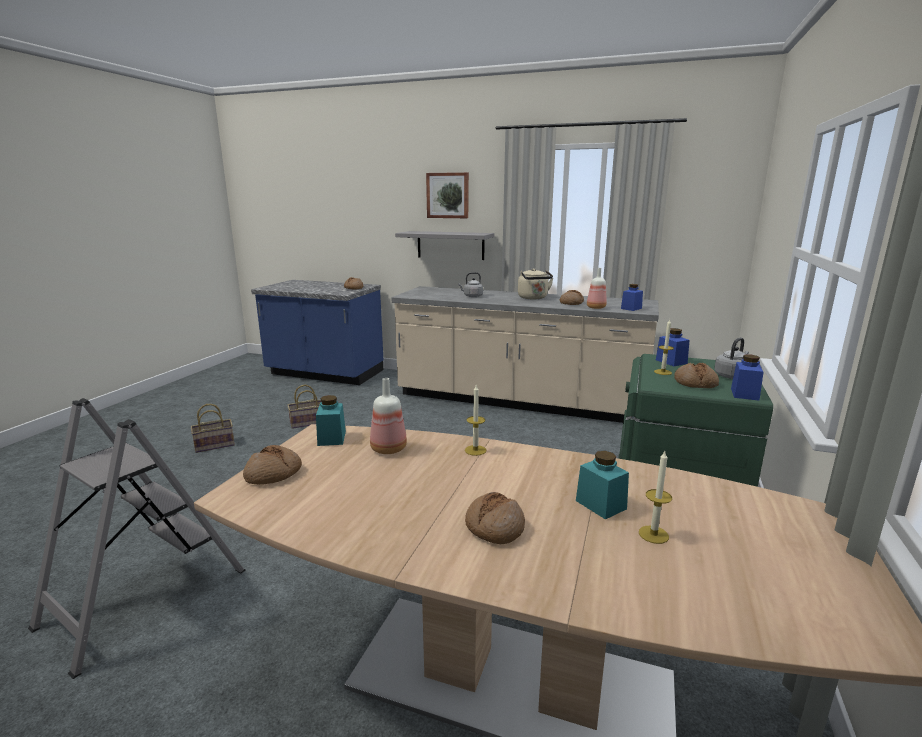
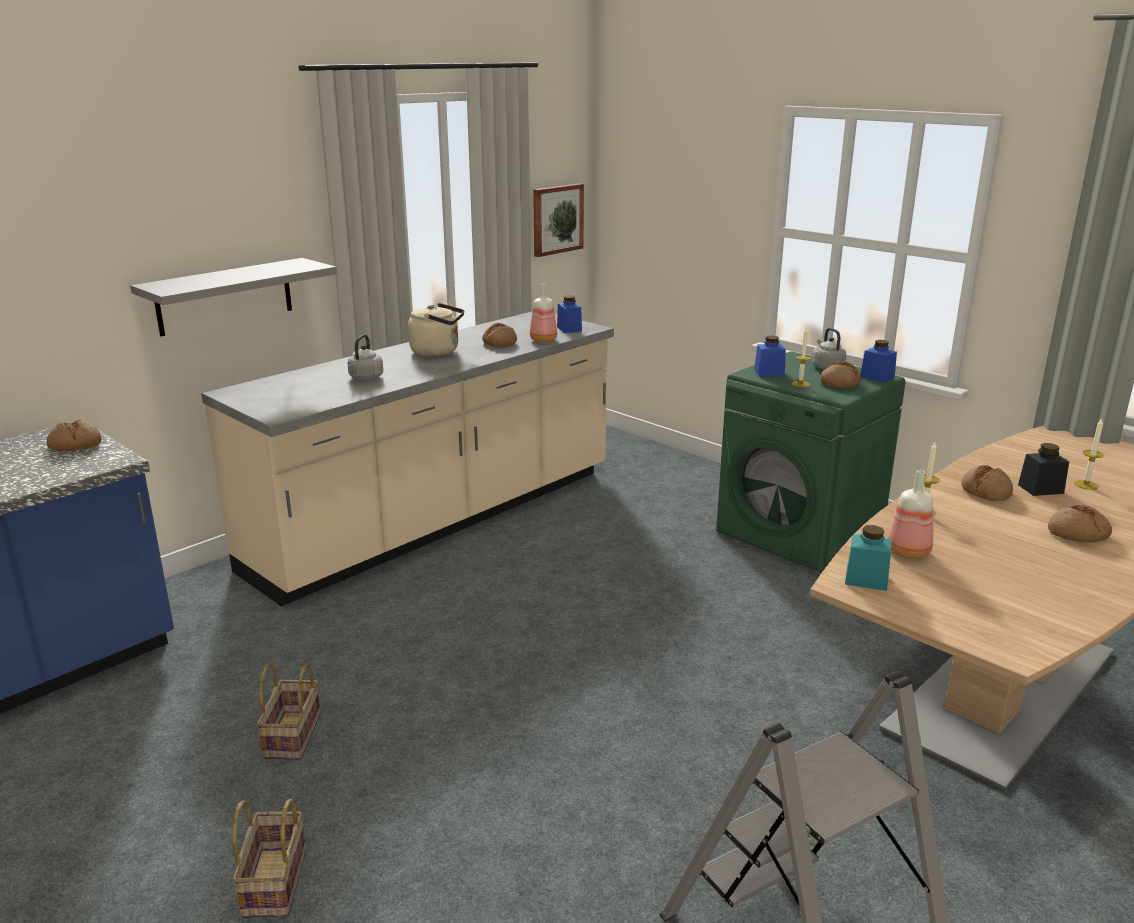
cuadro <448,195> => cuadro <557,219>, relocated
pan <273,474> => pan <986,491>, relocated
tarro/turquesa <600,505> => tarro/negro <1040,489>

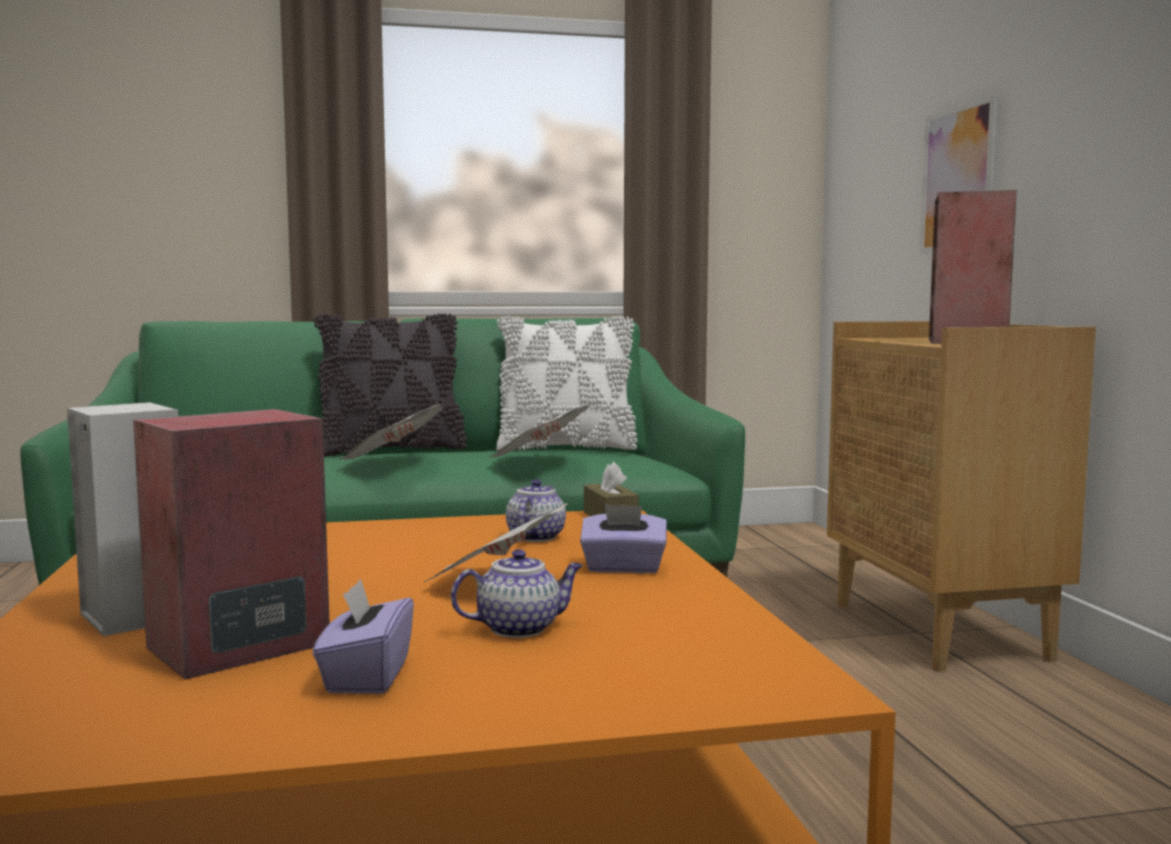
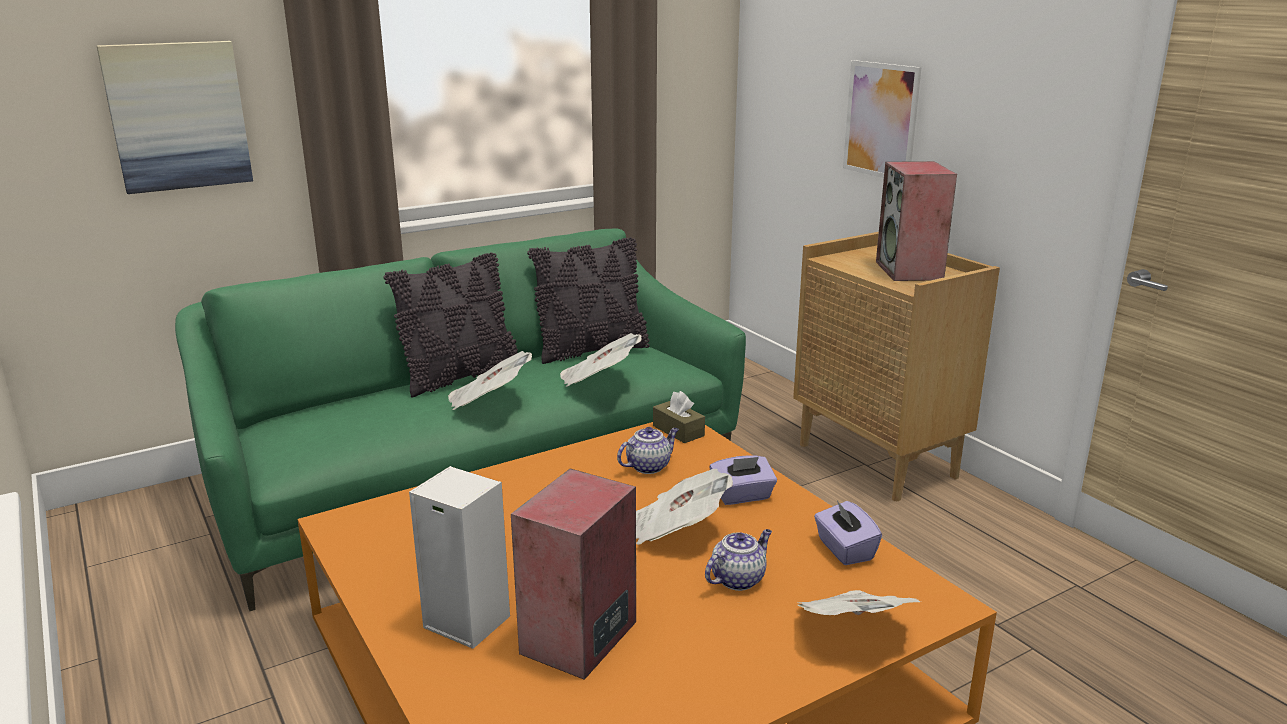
nothing => cuadro <178,116>
cojín/blanco <566,448> => cojín/negro <591,350>
tetera <535,537> => tetera <649,466>, 60 degrees clockwise
nothing => periódico <853,629>
caja de pañuelos/morado <366,676> => caja de pañuelos/morado <844,549>, relocated

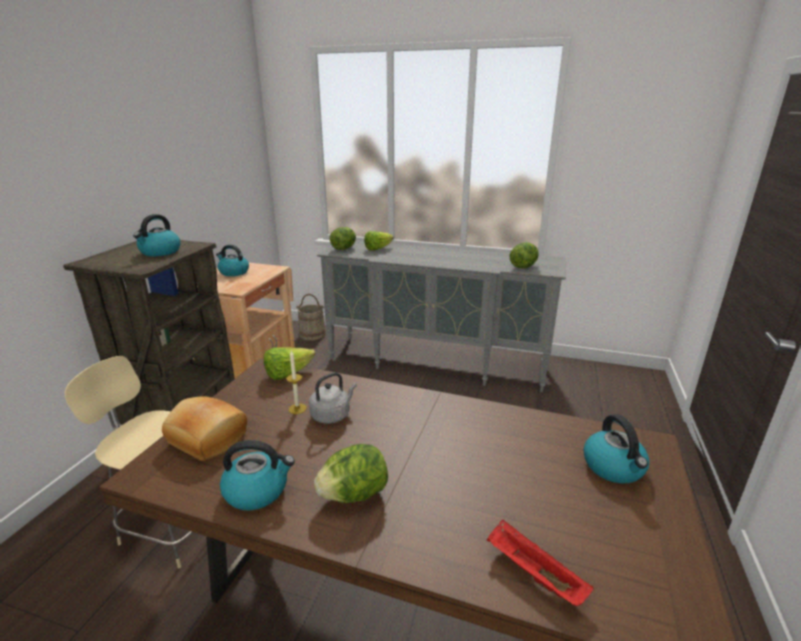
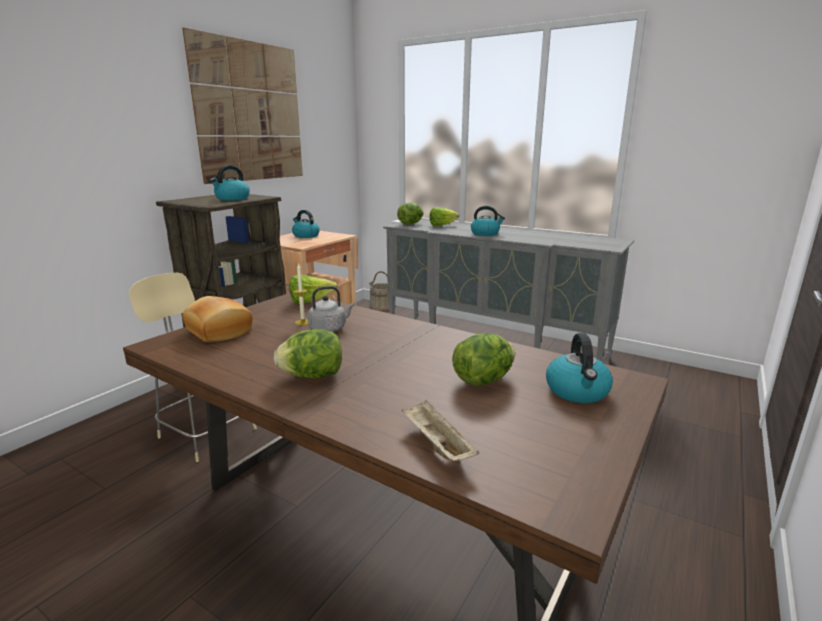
nothing => cuadro <250,112>
bandeja/rojo <532,573> => bandeja/beis <436,444>
lechuga <523,266> => lechuga <483,380>, relocated
hervidor <257,490> => hervidor <485,233>, relocated

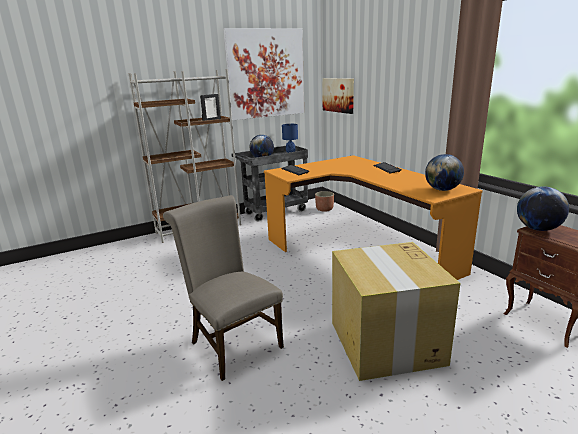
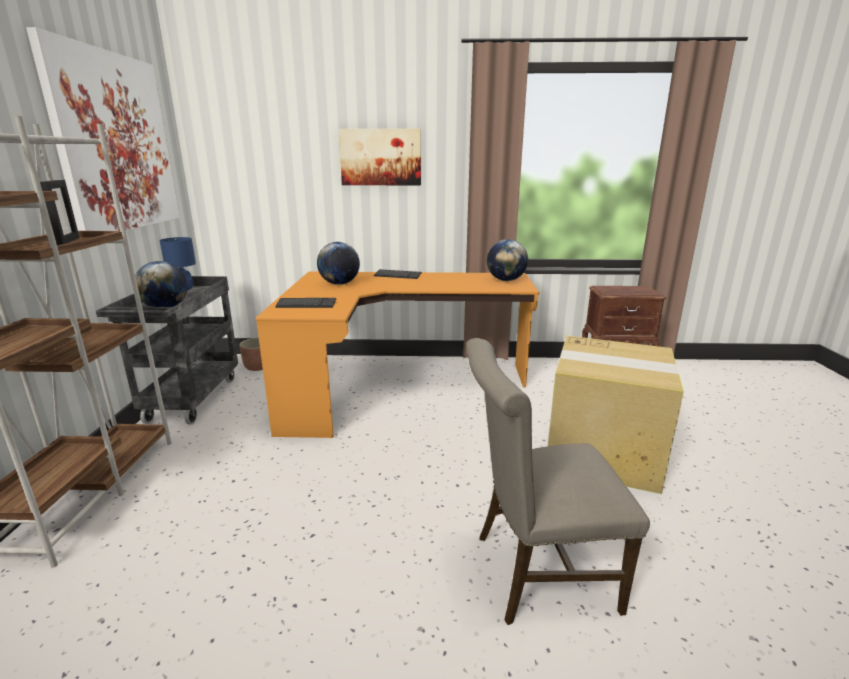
globo terráqueo <538,229> => globo terráqueo <339,284>, relocated
cuadro <338,95> => cuadro <380,157>, relocated

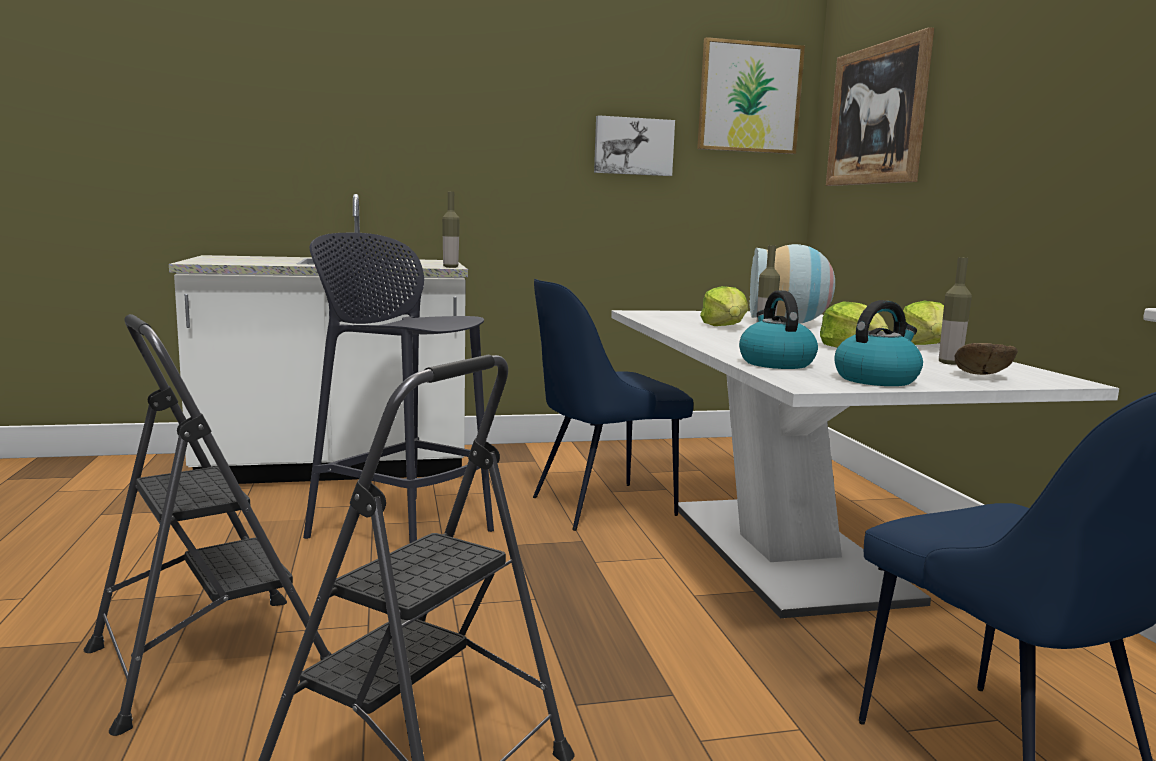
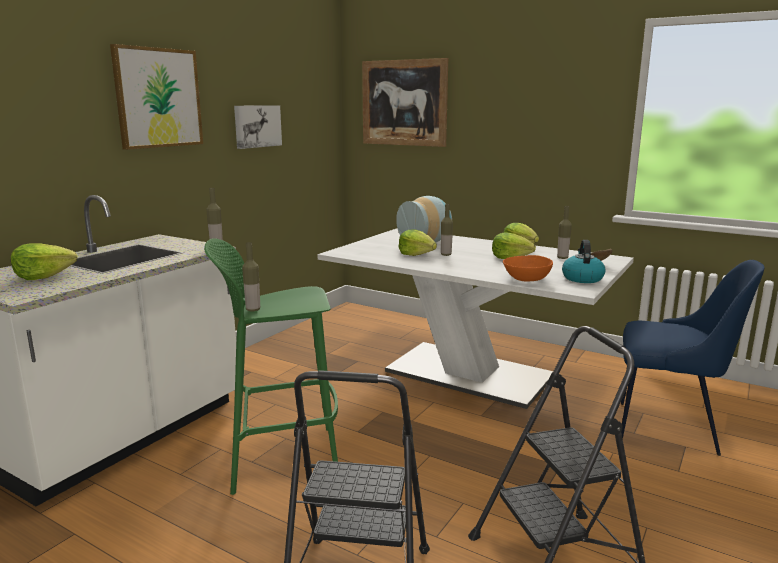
nothing => lechuga <43,276>
cuadro <749,97> => cuadro <158,98>, relocated
taburete/gris <403,530> => taburete/verde <280,455>
nothing => botella <253,309>
hervidor <775,363> => cuenco/naranja <526,279>
silla/azul <602,506> => nothing

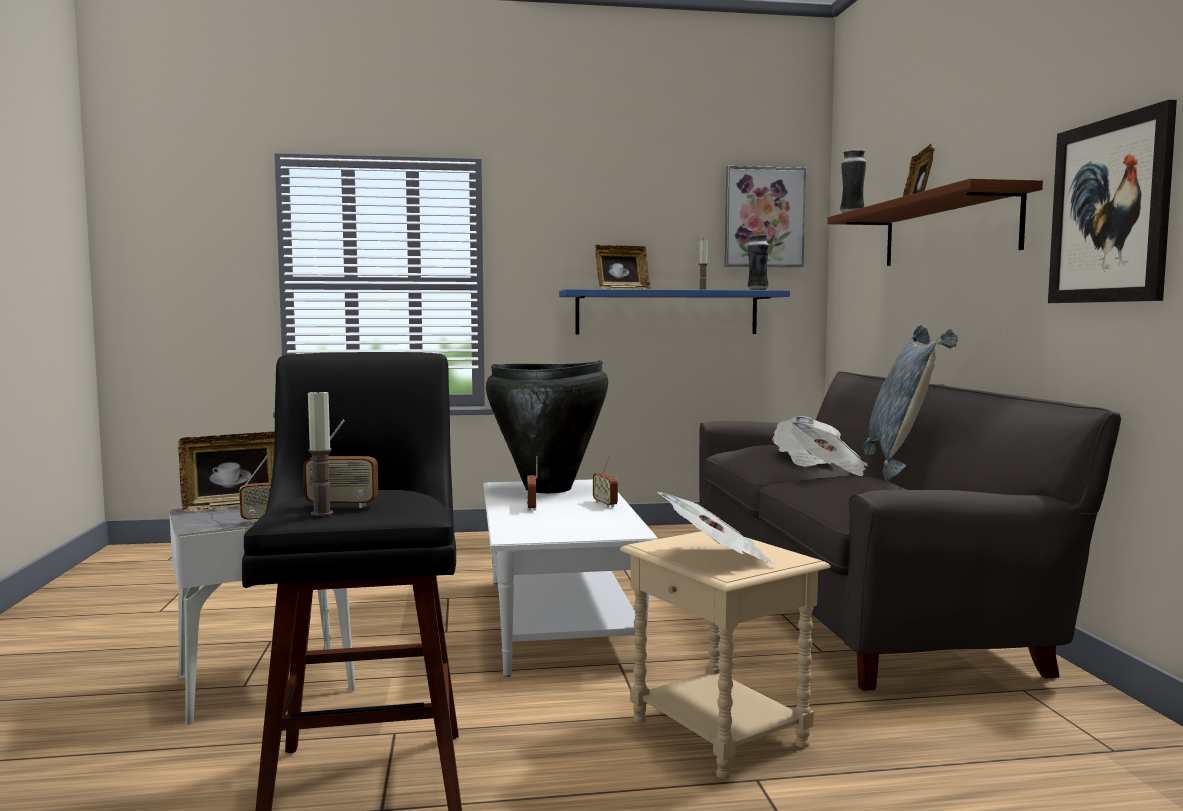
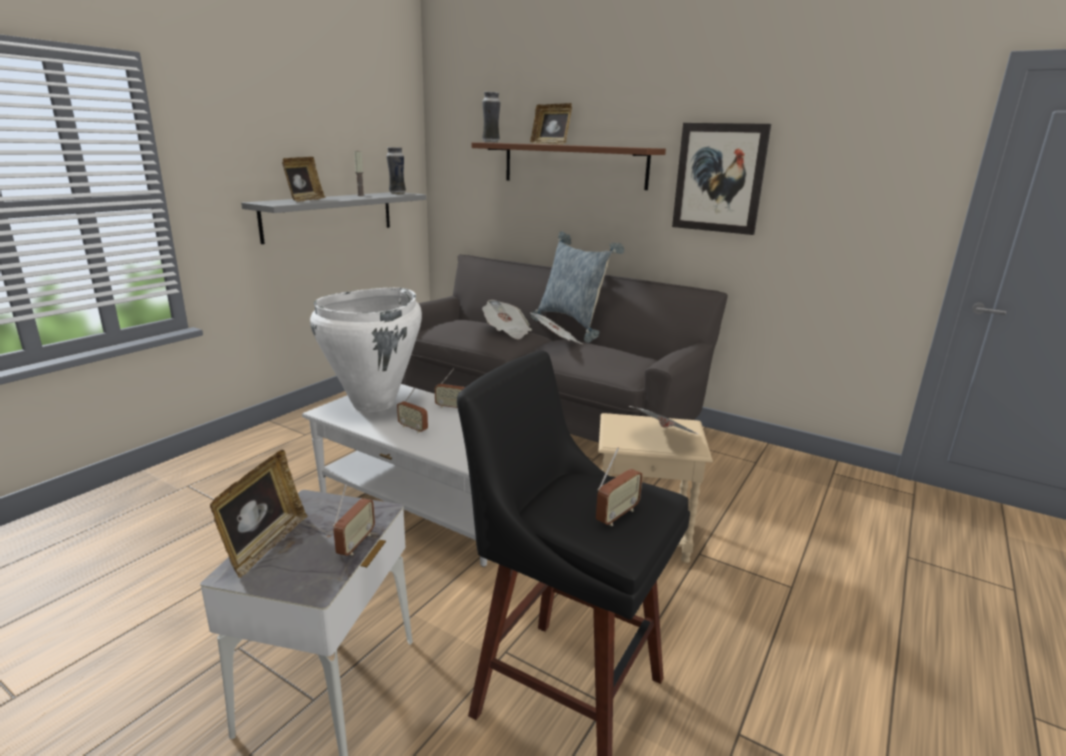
estante/azul <667,312> => estante/gris <329,215>
florero/negro <547,488> => florero/blanco <373,404>
vela <322,513> => nothing
cuadro <764,217> => nothing

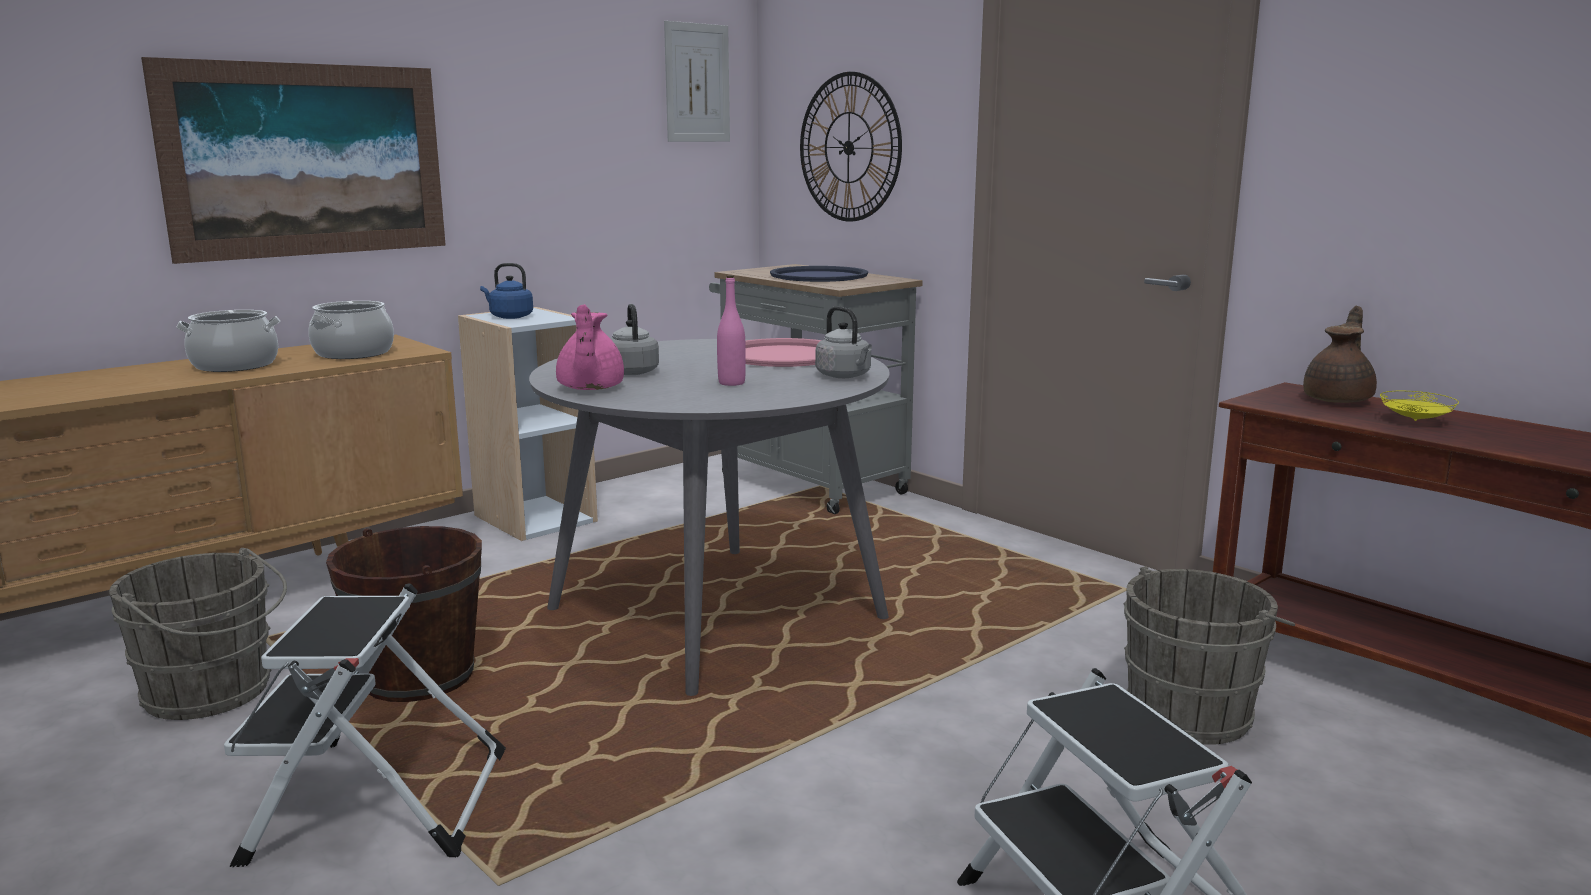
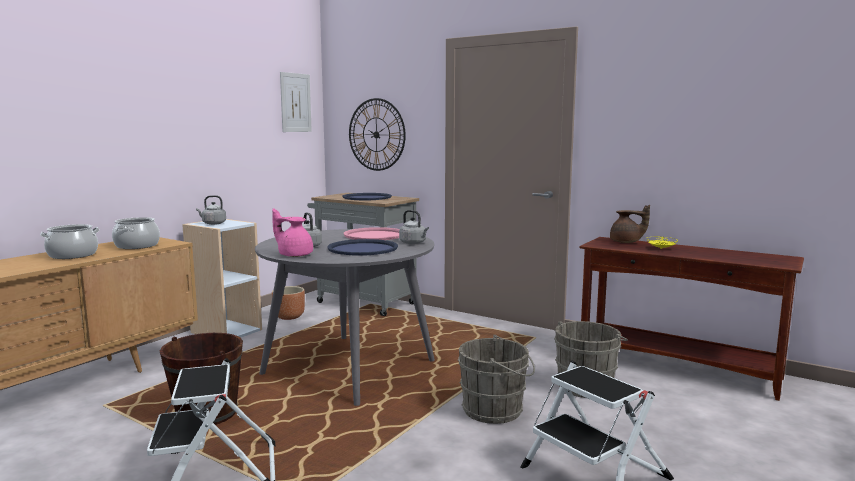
hervidor/azul <509,317> => hervidor/gris <213,223>
tetera/rosa <589,388> => tetera/rosa <294,255>, 135 degrees clockwise
nothing => maceta/marrón <289,317>
botella/rosa <731,383> => bandeja/azul <363,249>
cubo/gris <212,694> => cubo/gris <496,410>, relocated
tetera/marrón <1339,399> => tetera/marrón <626,242>, 90 degrees clockwise
cuadro <307,160> => nothing

